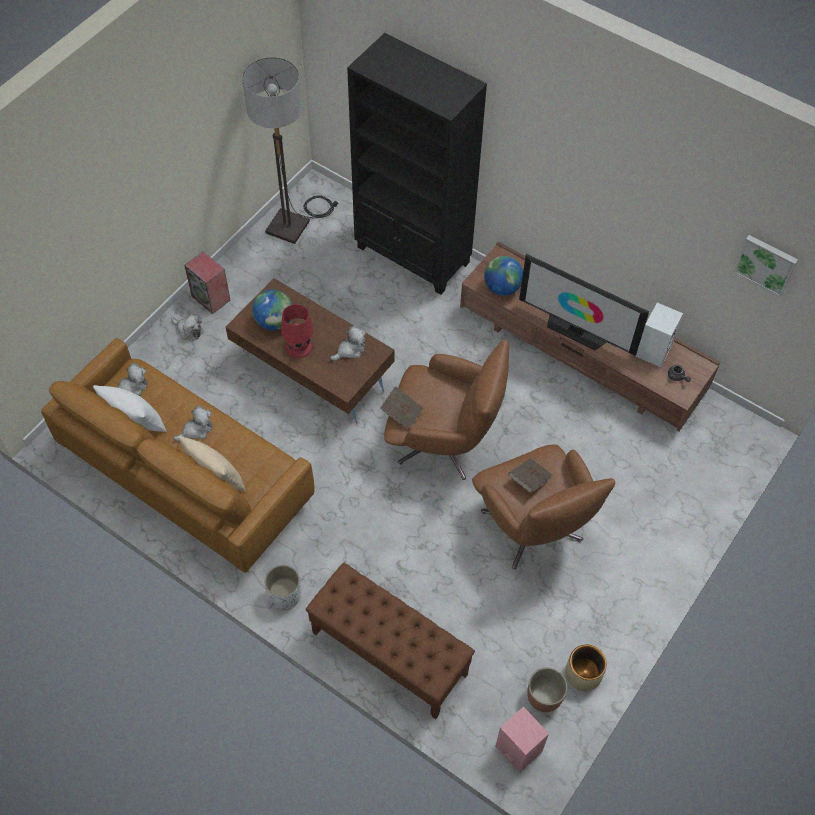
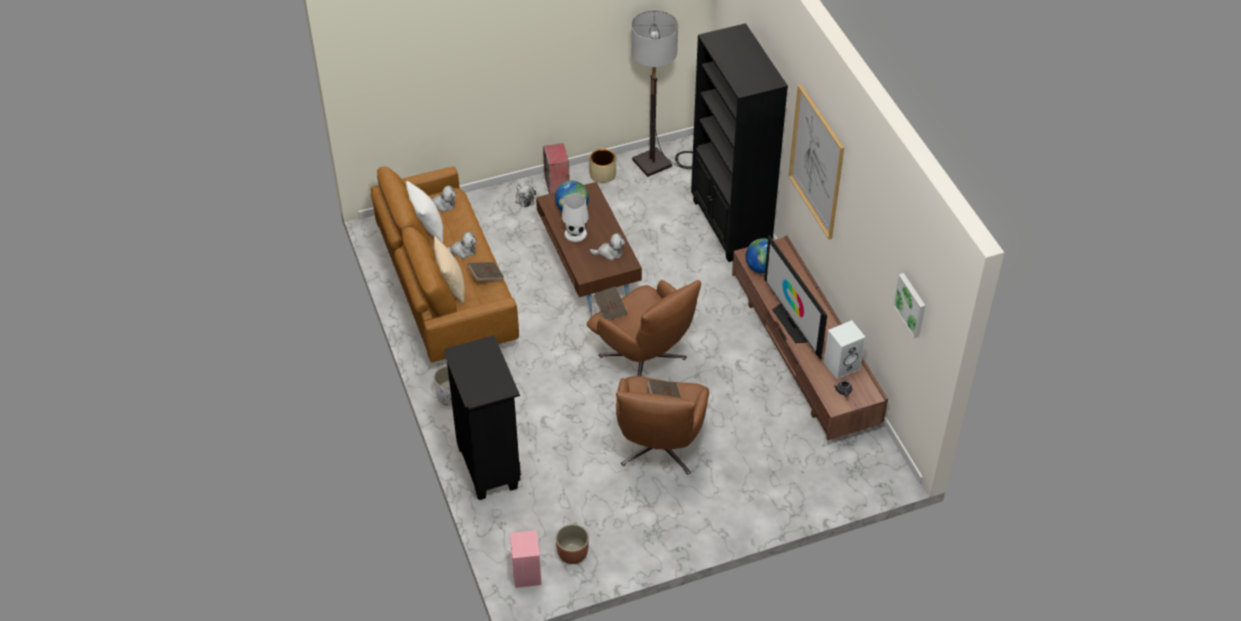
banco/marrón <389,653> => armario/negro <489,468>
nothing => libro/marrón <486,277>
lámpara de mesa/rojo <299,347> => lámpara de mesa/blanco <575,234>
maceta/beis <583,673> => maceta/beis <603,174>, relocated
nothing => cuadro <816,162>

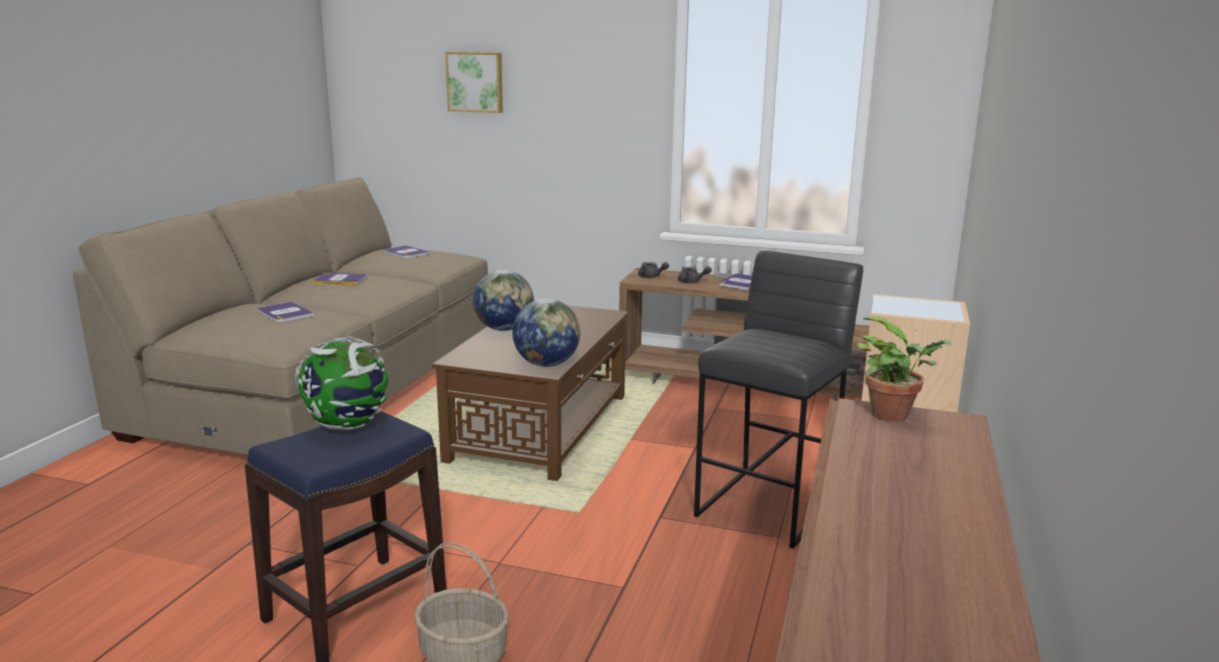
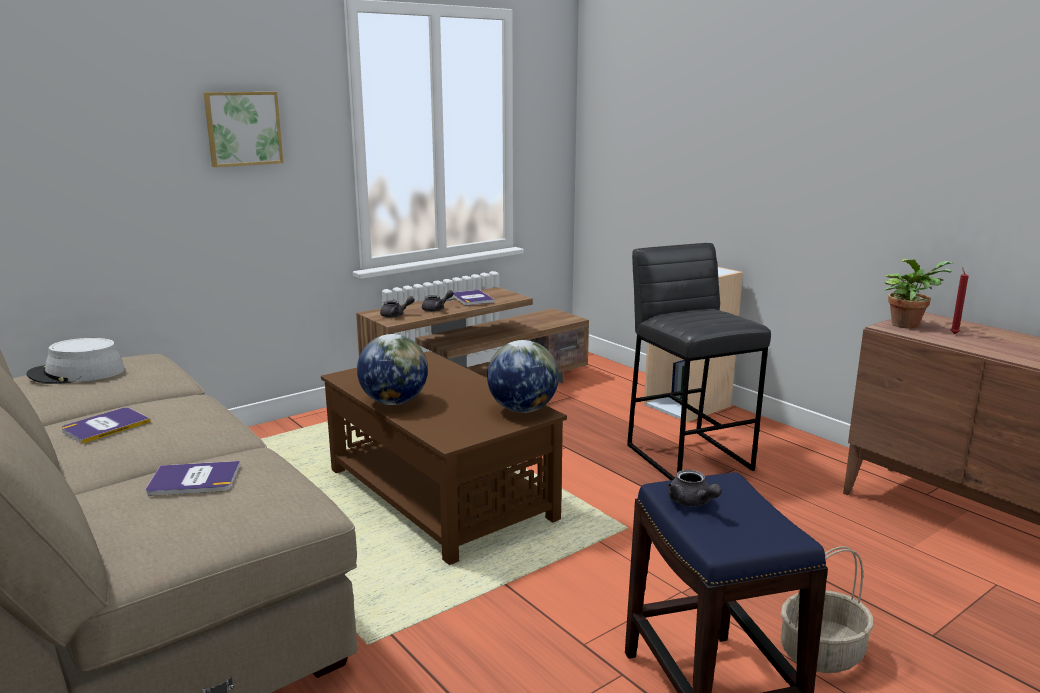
libro <406,253> => sombrero/gris <77,373>
cuadro <475,82> => cuadro <243,128>, relocated
globo terráqueo <347,425> => tetera/gris <692,502>
nothing => vela/rojo <953,333>

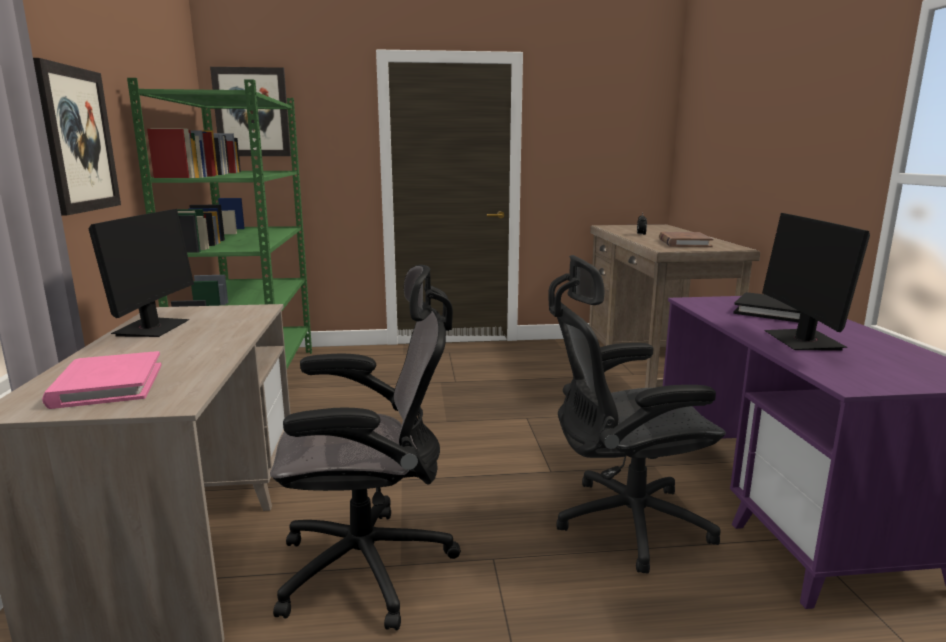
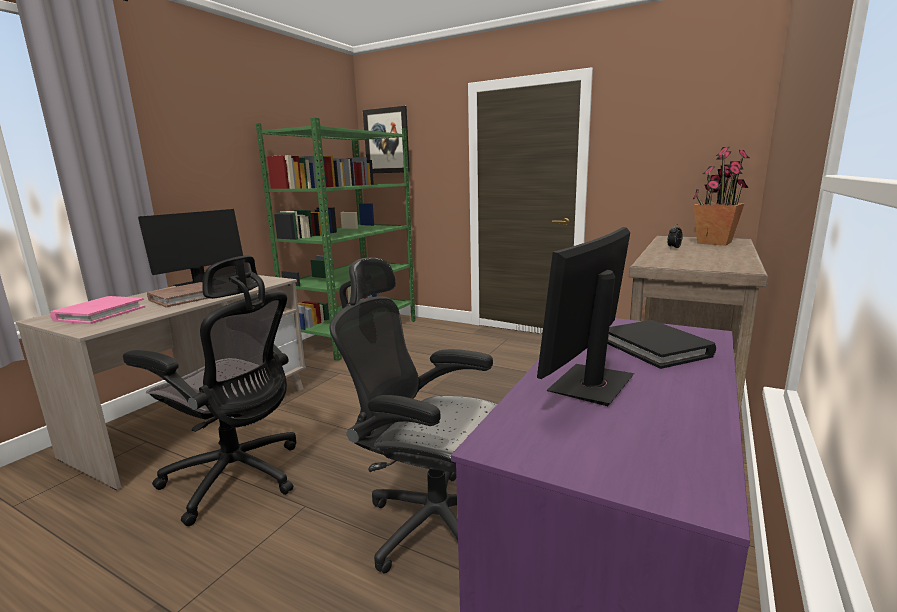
libro/marrón <684,243> => libro/marrón <185,297>, relocated
nothing => planta en maceta <714,242>
cuadro <78,140> => nothing

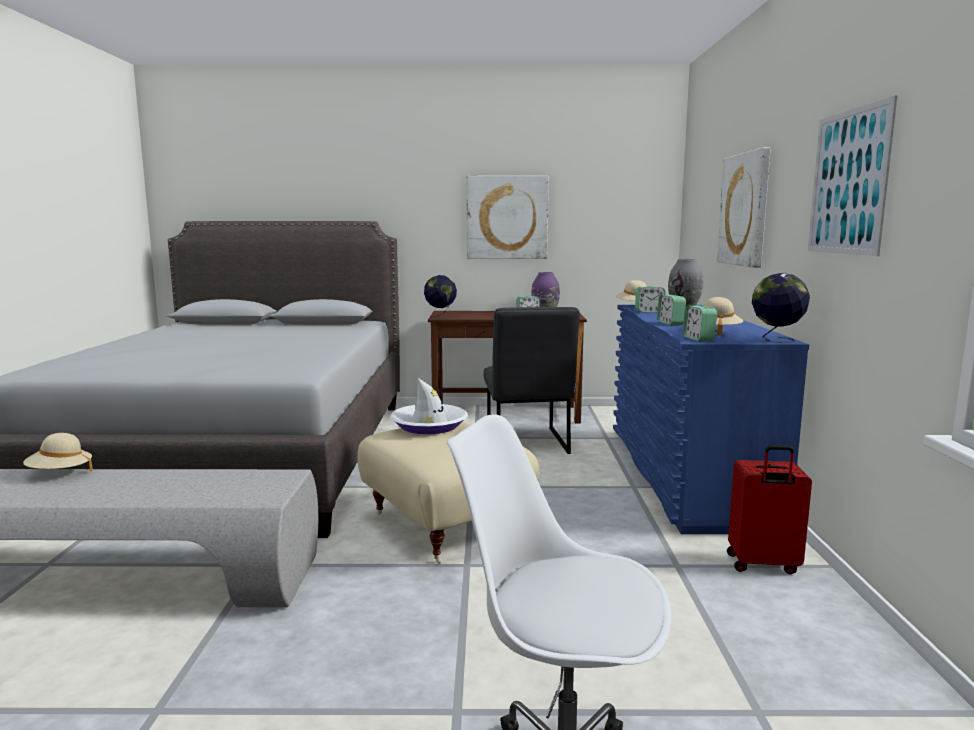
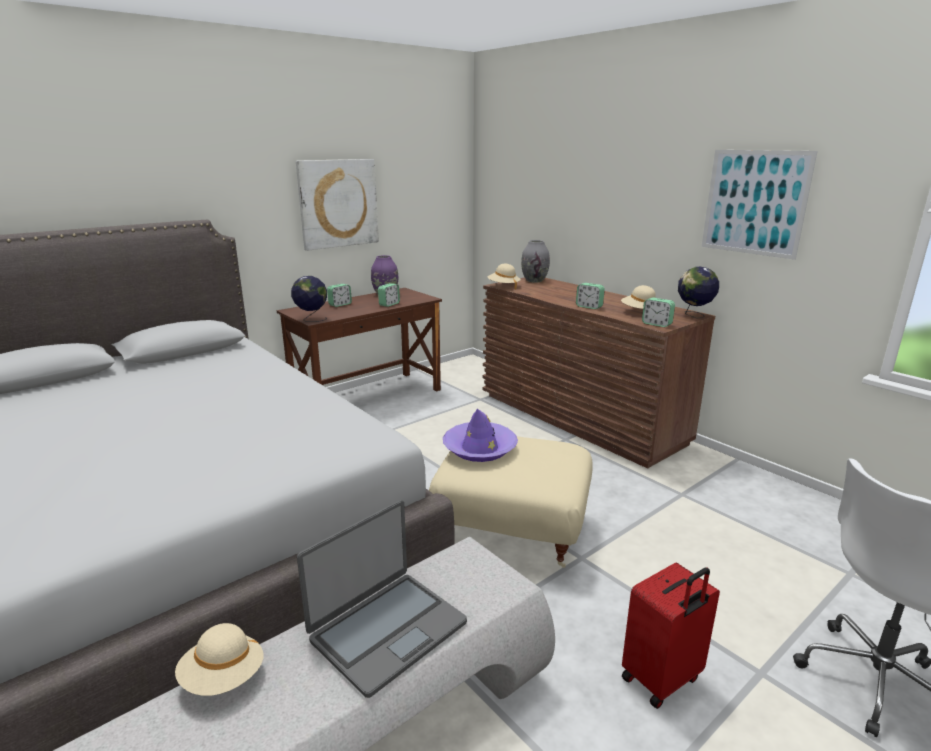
nothing => portátil <387,630>
despertador <649,311> => despertador <340,304>, relocated
sombrero/blanco <429,425> => sombrero/morado <479,448>
cómoda/azul <685,477> => cómoda/marrón <579,419>
maleta/rojo <762,565> => maleta/rojo <662,680>, relocated
silla/gris <526,442> => nothing
cuadro <745,209> => nothing

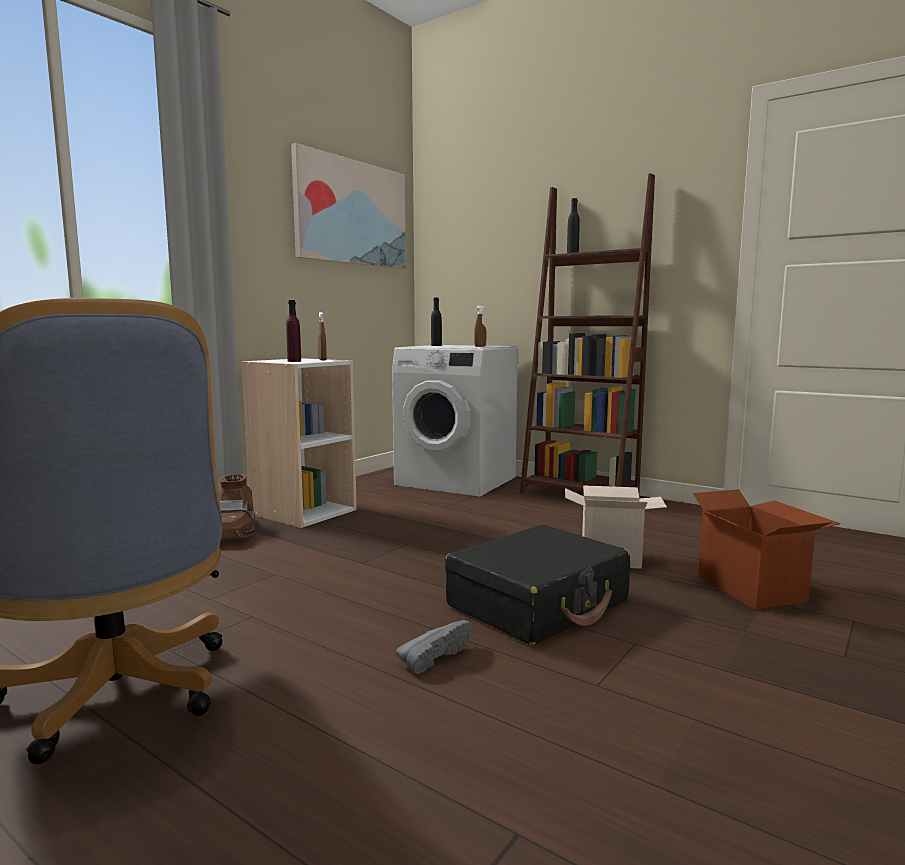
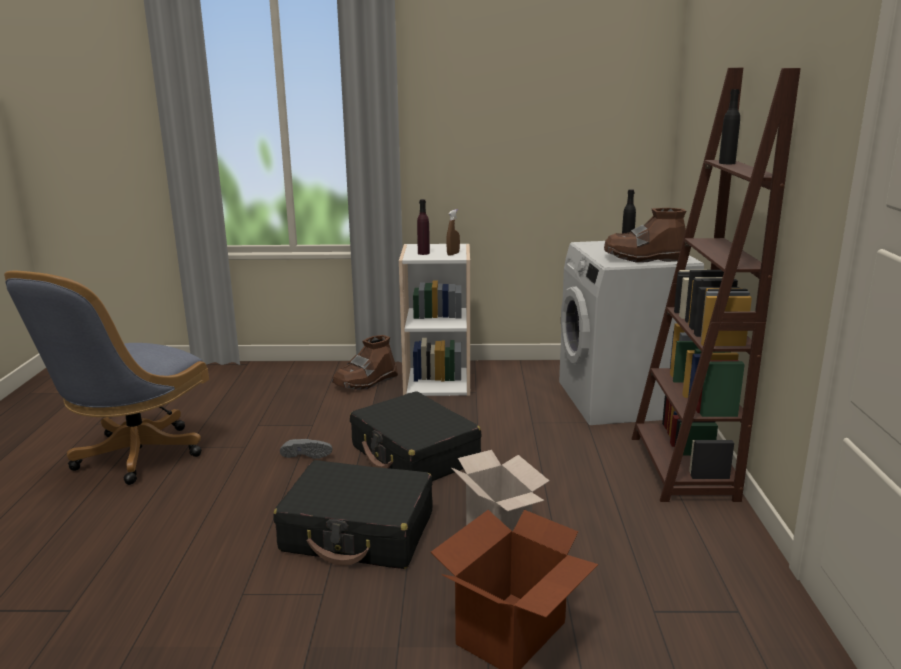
zapato/gris <433,656> => zapato/gris <307,454>, relocated
nothing => maleta/negro <415,455>
pulverizador/marrón <480,346> => bota/marrón <644,258>
cuadro <351,213> => nothing

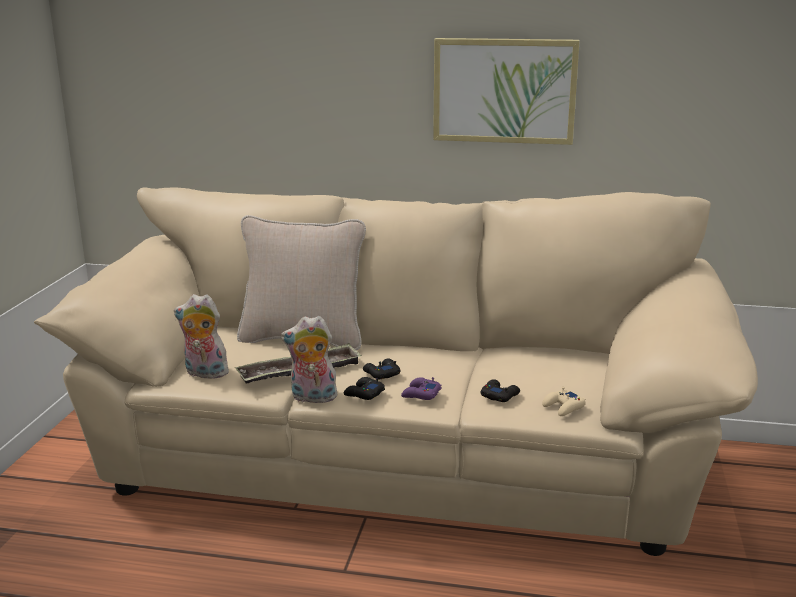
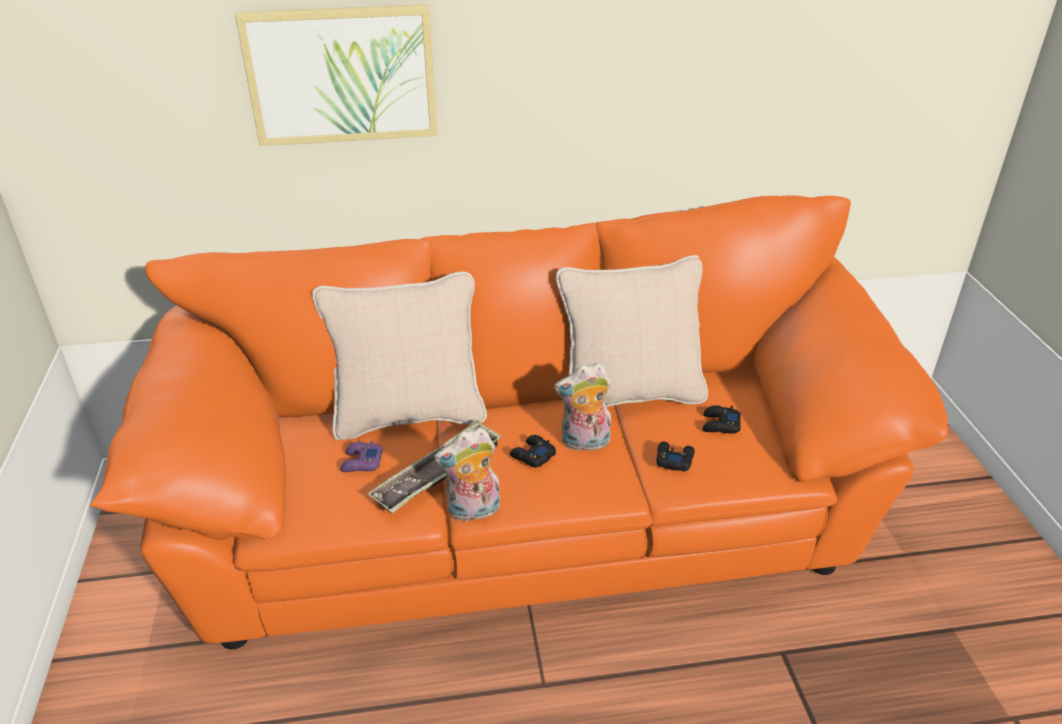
sofá/beis <398,473> => sofá/naranja <532,530>
cuadro <504,90> => cuadro <342,75>, relocated
mando de consola/morado <420,394> => mando de consola/morado <361,462>, relocated
peluche <204,374> => peluche <584,443>, relocated
nothing => cojín/beis <629,396>
mando de consola/negro <364,394> => mando de consola/negro <720,425>, relocated
mando de consola/beis <563,407> => nothing

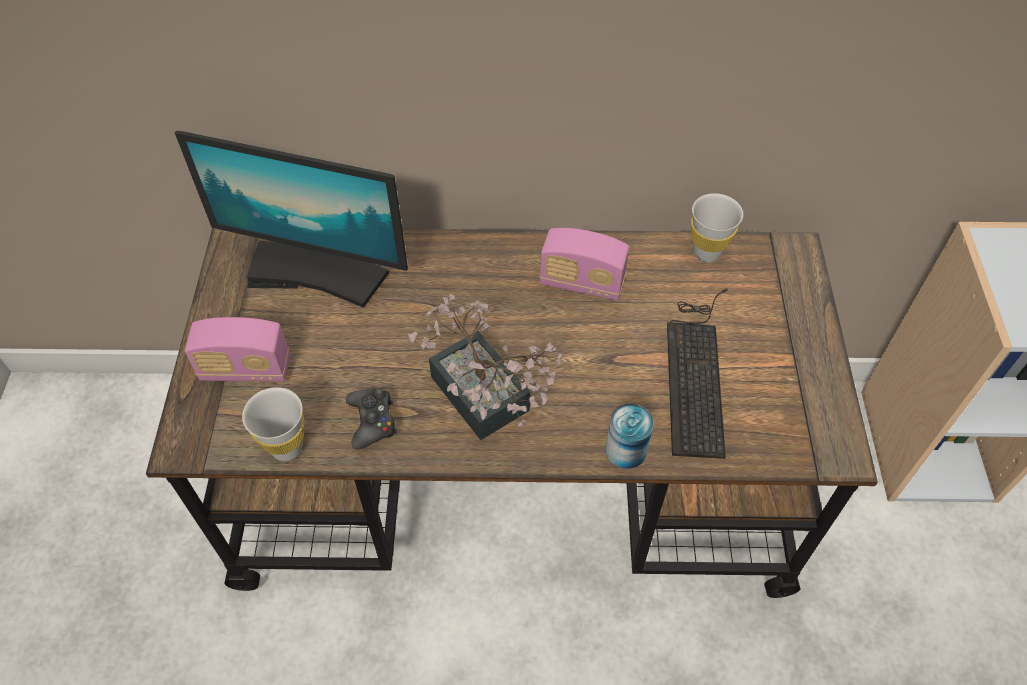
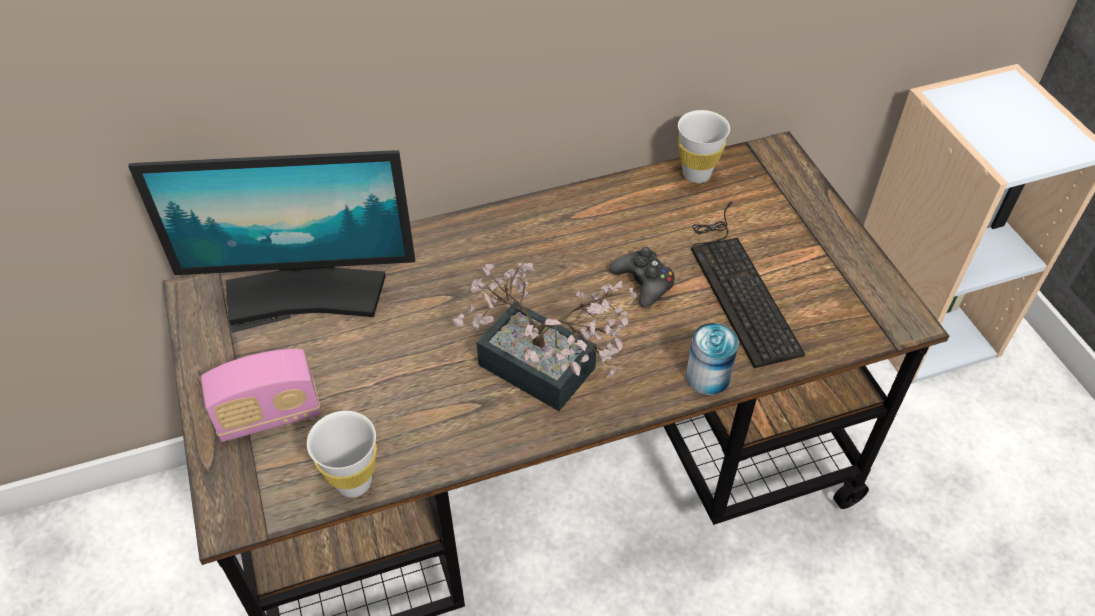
mando de consola/negro <372,421> => mando de consola/negro <643,282>, relocated
radio <582,283> => nothing

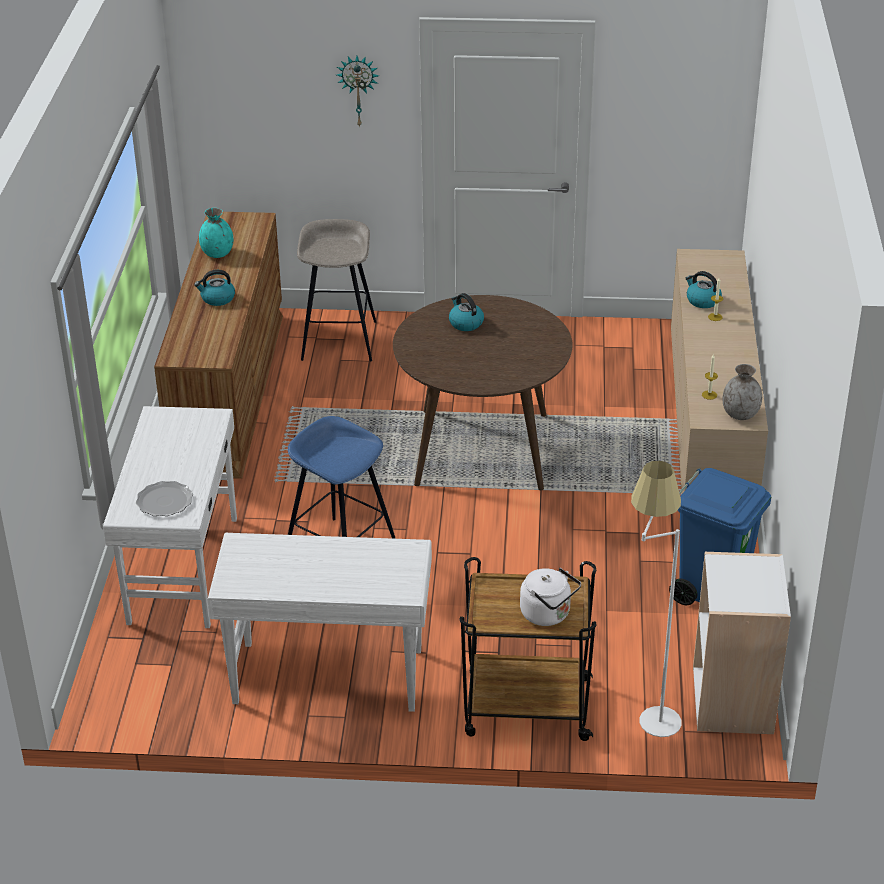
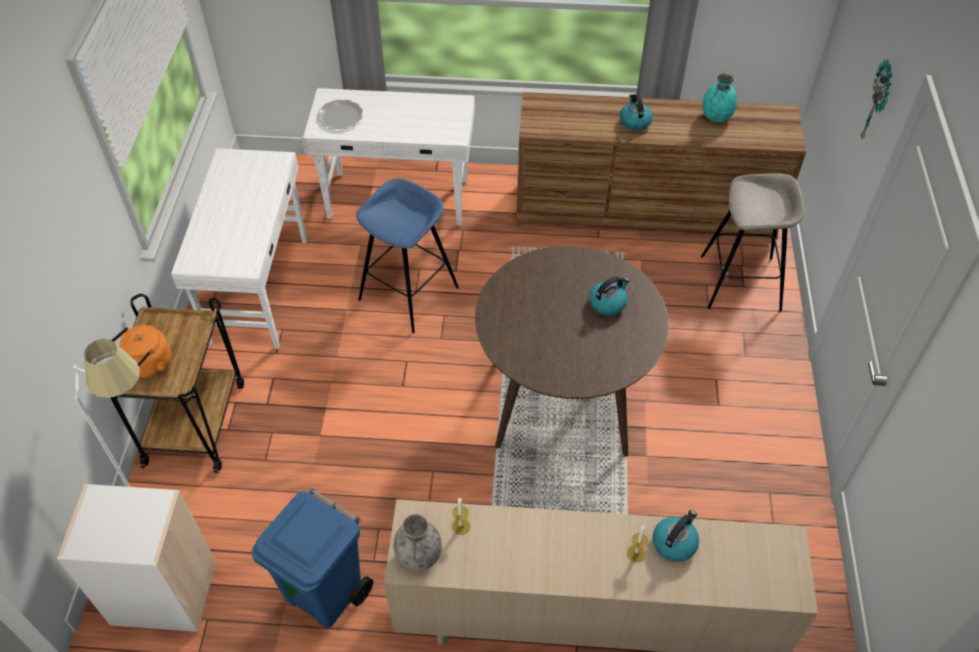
hervidor/blanco <548,614> => hervidor/naranja <148,366>

